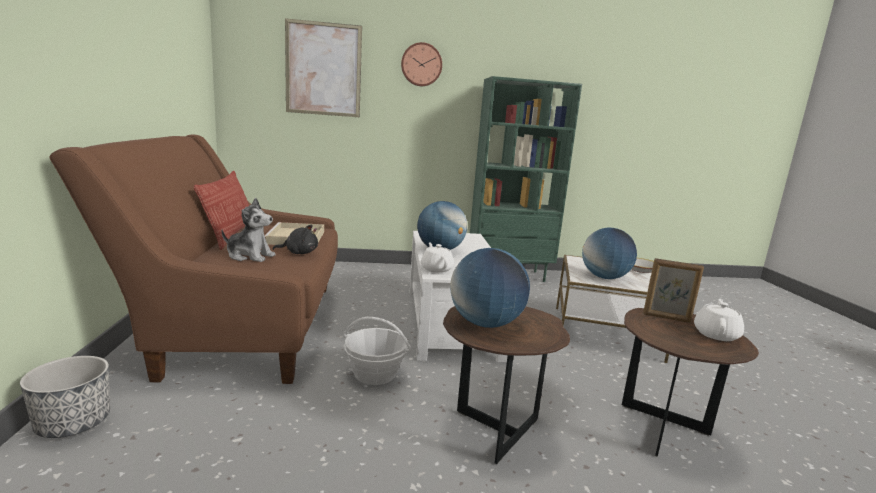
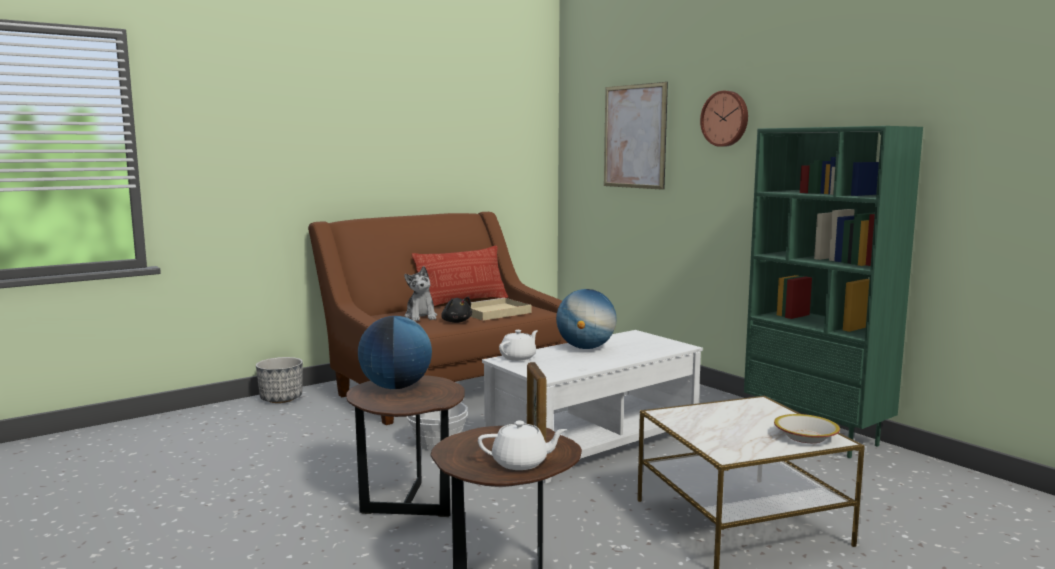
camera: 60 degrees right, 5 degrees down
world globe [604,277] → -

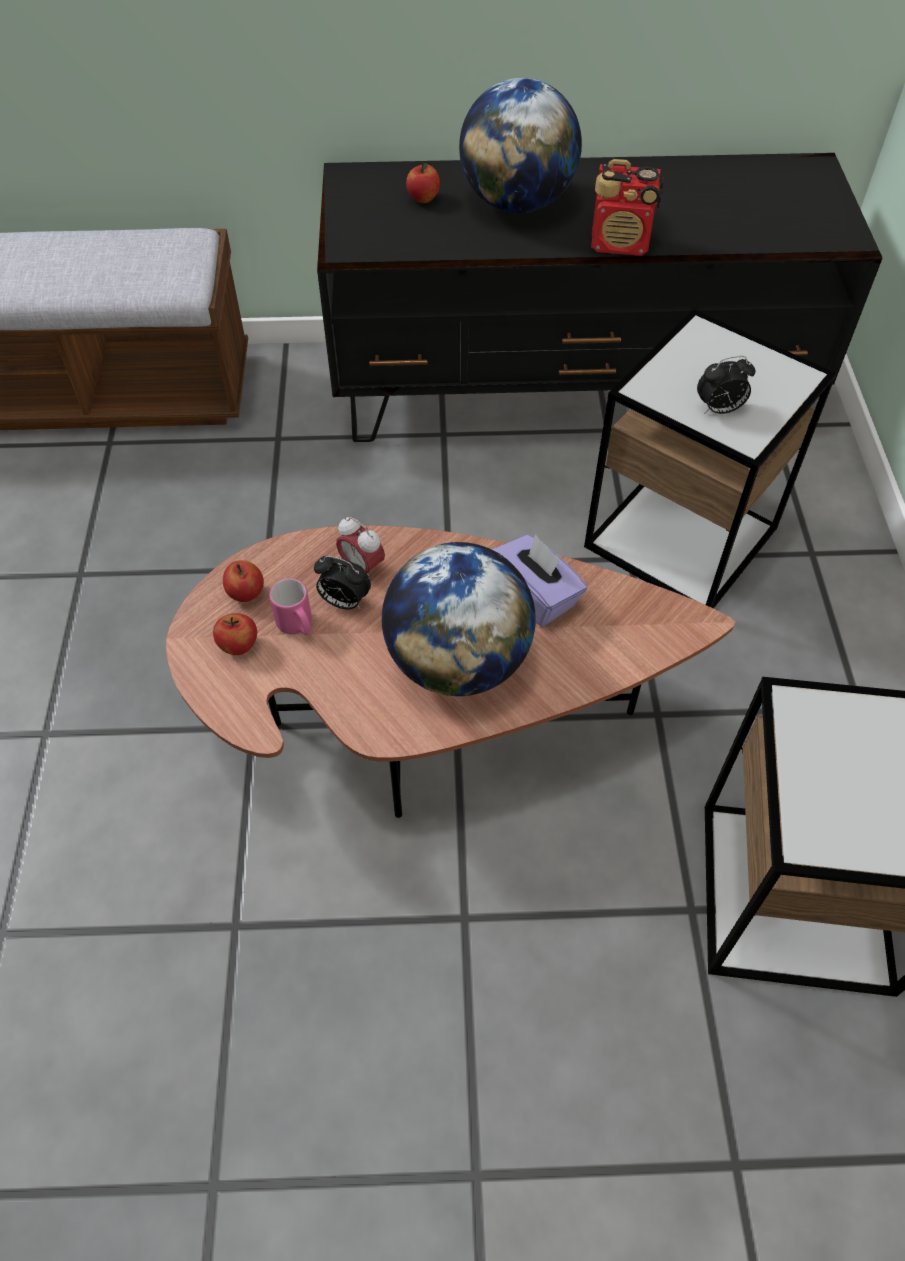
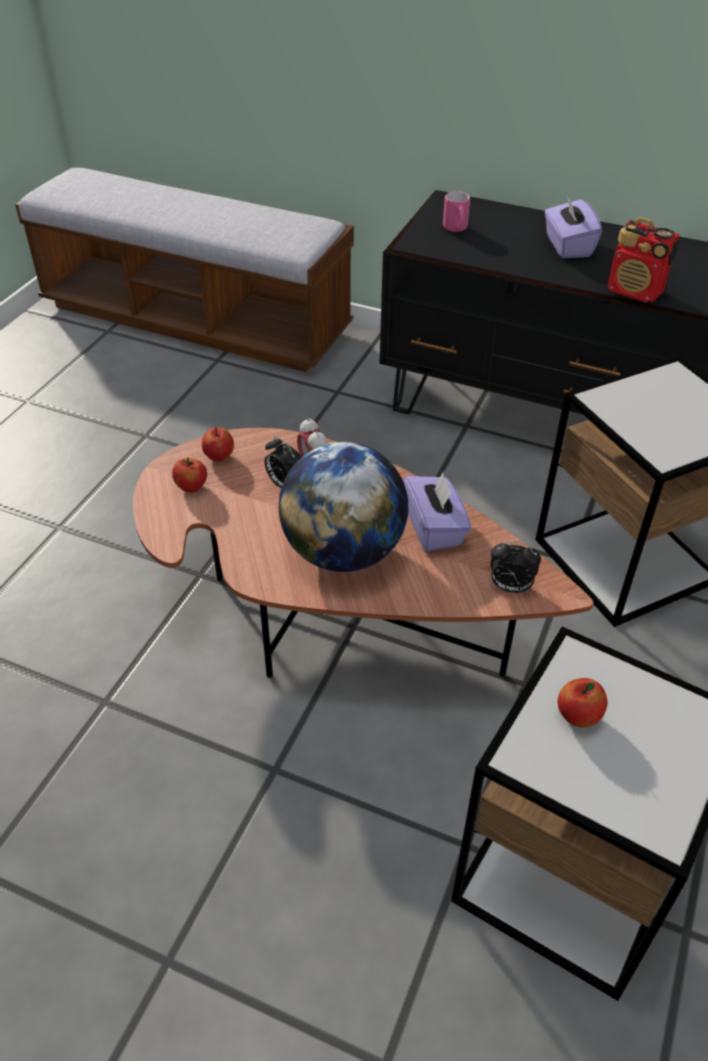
camera: 25 degrees right, 10 degrees down
world globe [517,203] → tissue box/purplish [567,246]
apple fruit [423,199] → apple fruit [577,716], move
alarm clock [719,409] → alarm clock [510,587], move
coffee mug/pink [297,626] → coffee mug/pink [456,229], move

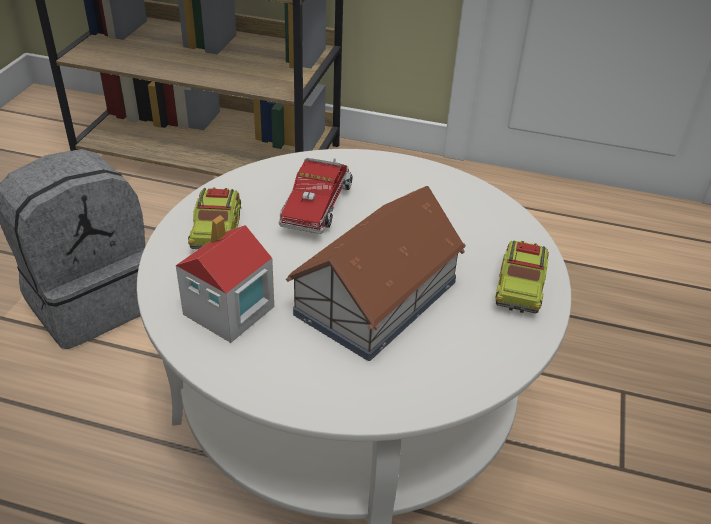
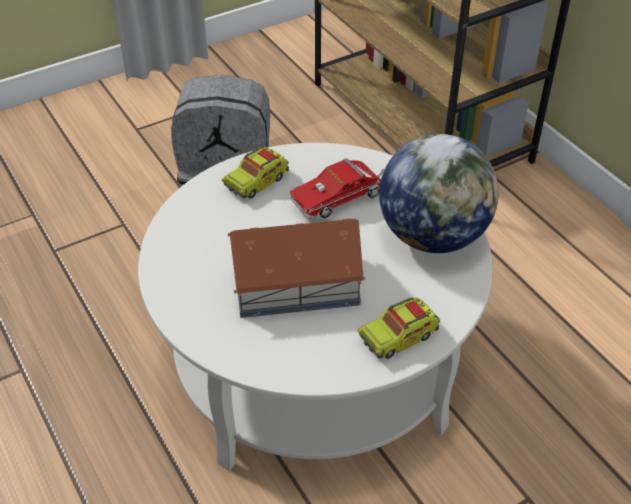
camera: 45 degrees right, 5 degrees up
miniature house [228,311] → -
- → world globe [433,236]

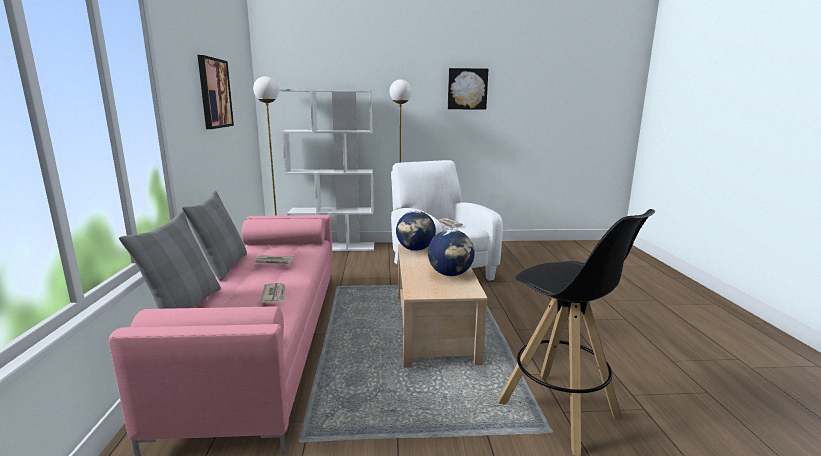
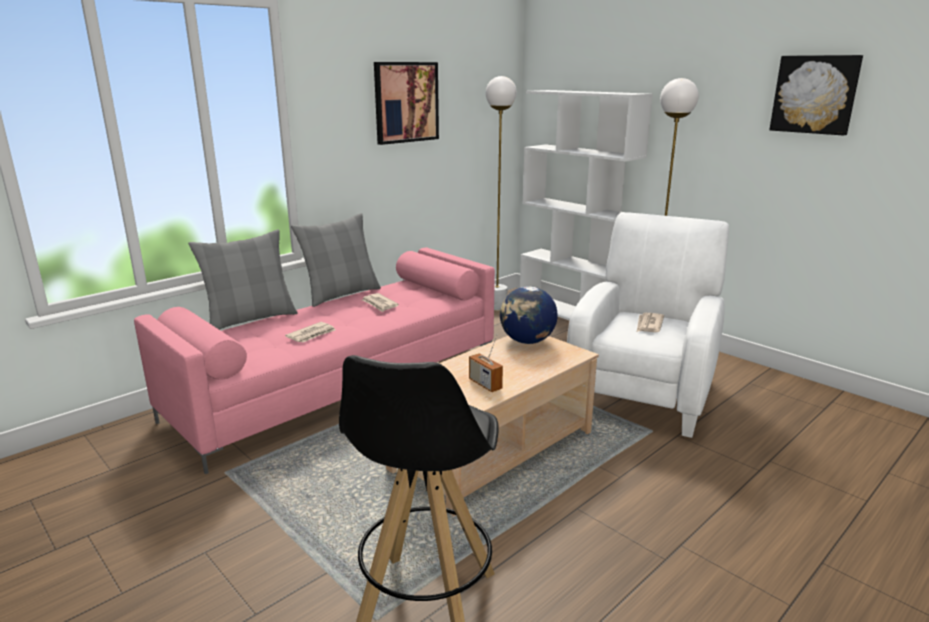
camera: 50 degrees right, 5 degrees up
world globe [450,274] → radio [485,384]

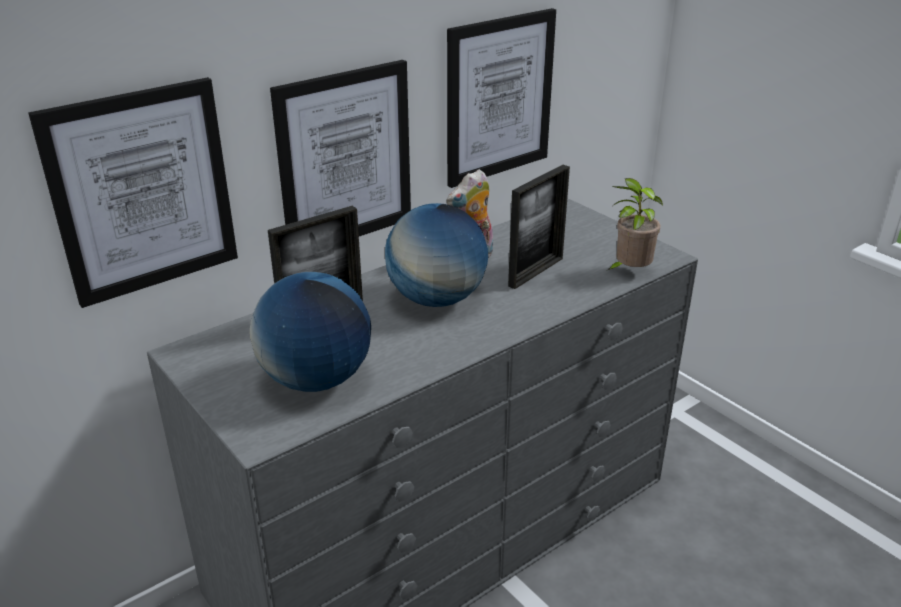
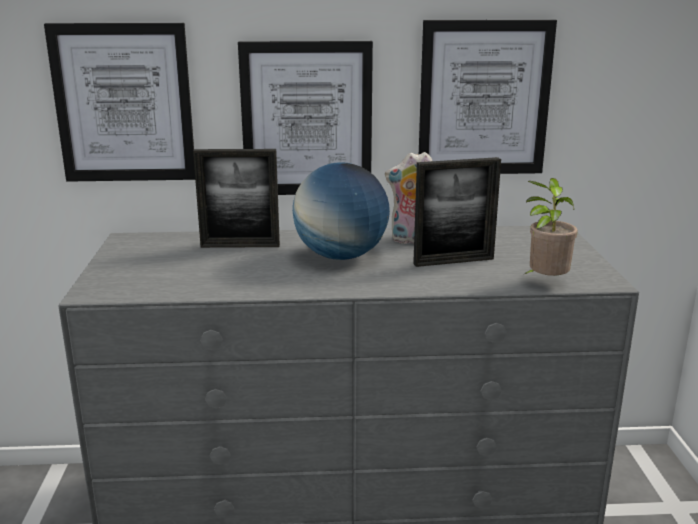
camera: 35 degrees right, 10 degrees down
world globe [316,380] → -

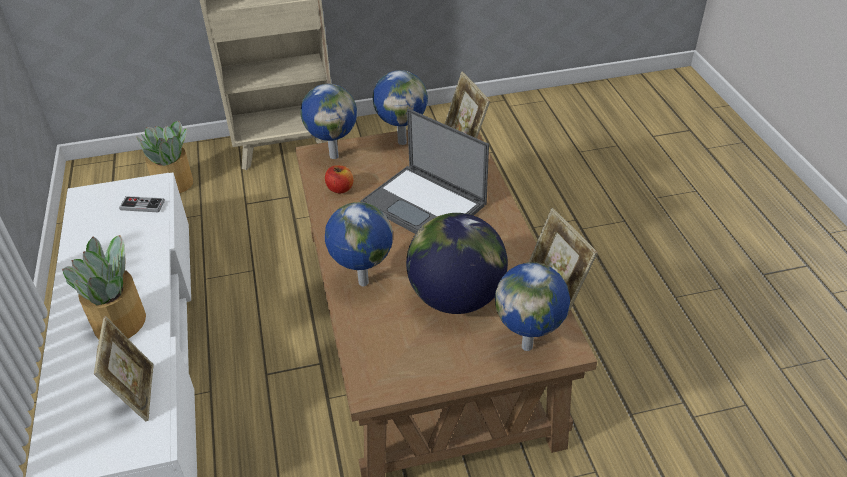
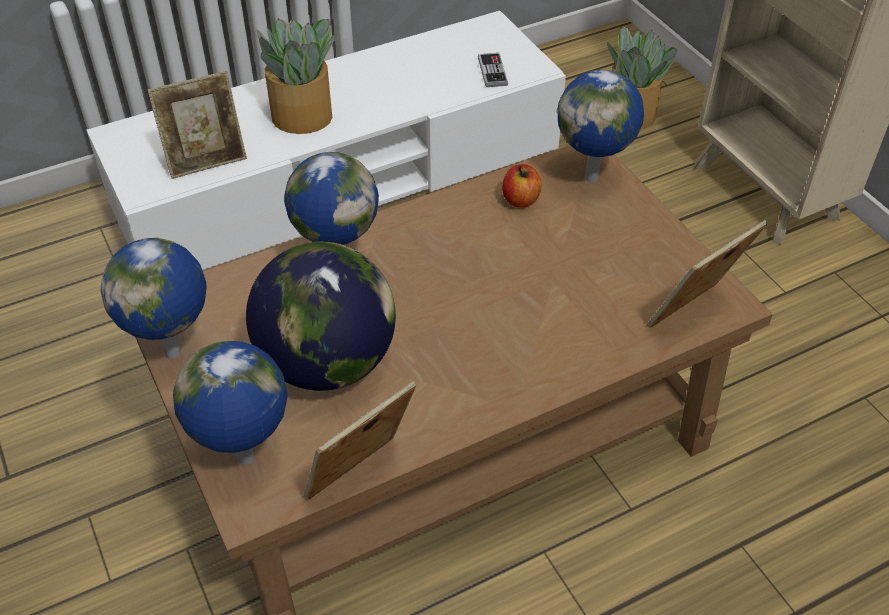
camera: 75 degrees right, 5 degrees up
world globe [402,141] → world globe [175,352], move
notebook computer [425,204] → -

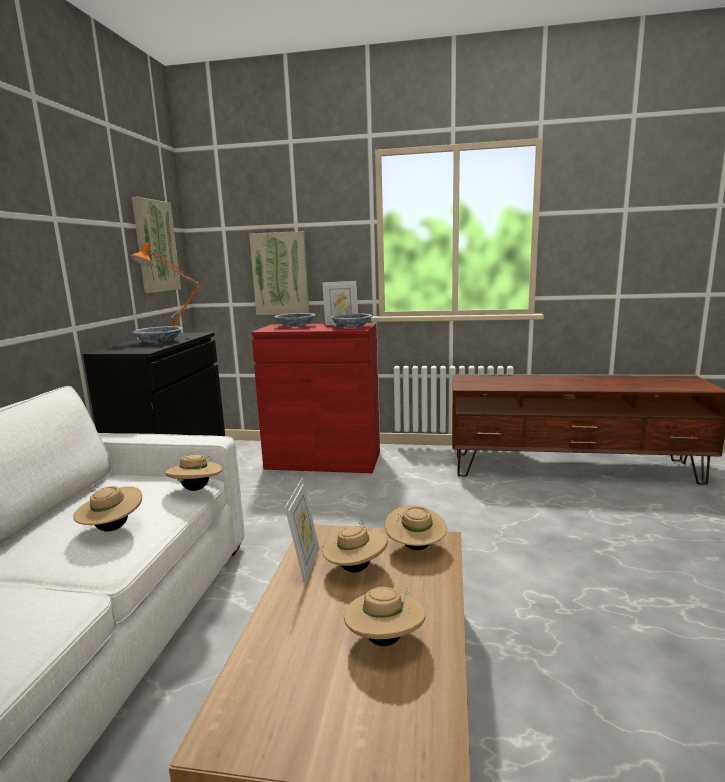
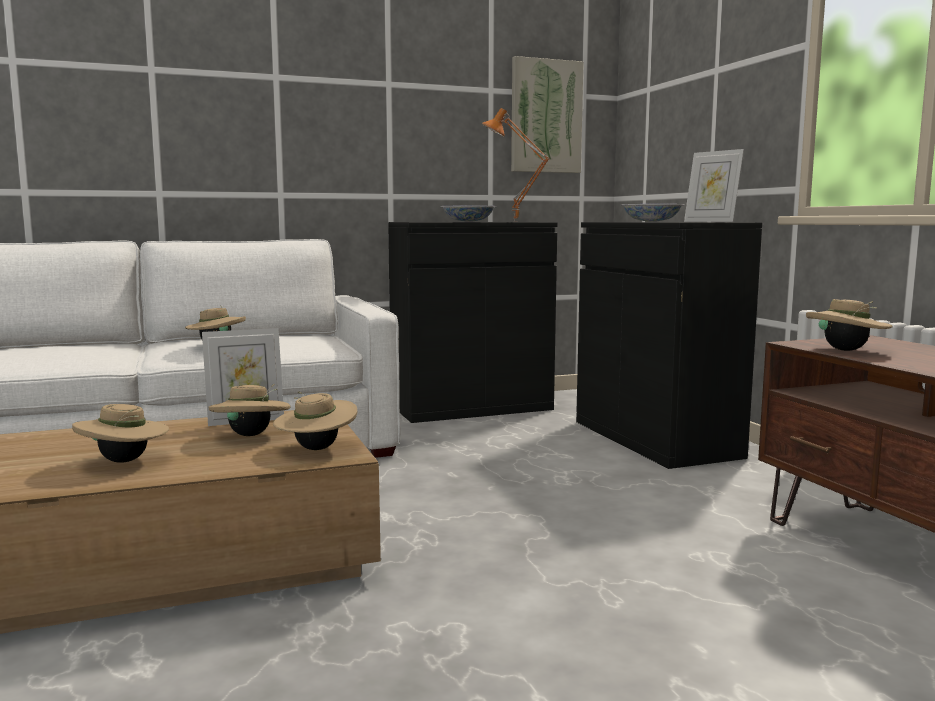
camera: 60 degrees right, 5 degrees down
wall picture [280,274] → -
bowl [351,327] → -
cupboard/red-coloured [323,460] → cupboard/blackish [654,439]
wearable hat/beige-coloured [197,489] → wearable hat/beige-coloured [846,350], move

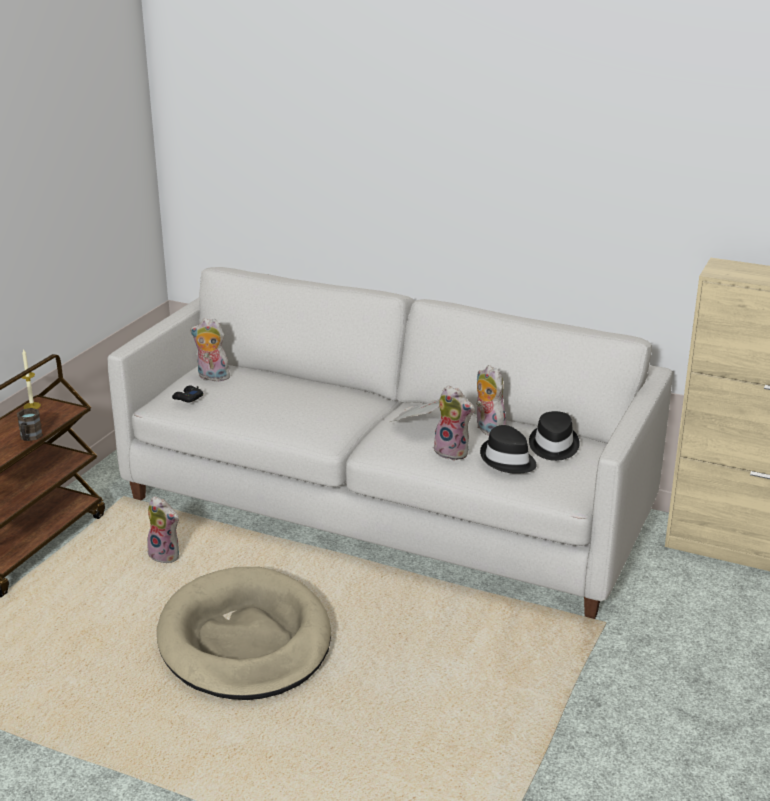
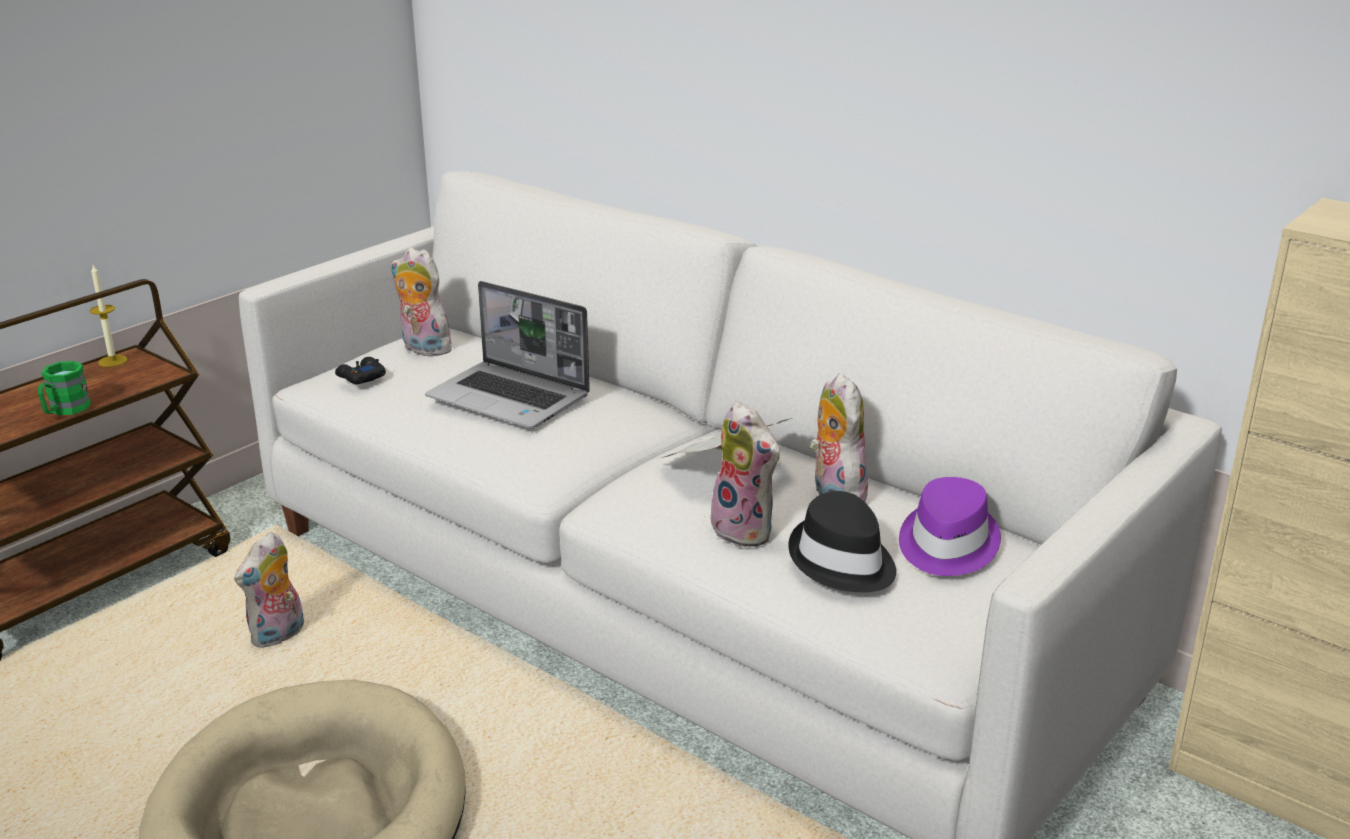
camera: 15 degrees right, 0 degrees up
coffee mug/brown-coloured [30,438] → coffee mug/green-coloured [65,410]
wearable hat/blackish [553,445] → wearable hat/purplish [946,544]
cuddly toy [166,555] → cuddly toy [279,637], 75 degrees clockwise
- → notebook computer [511,398]

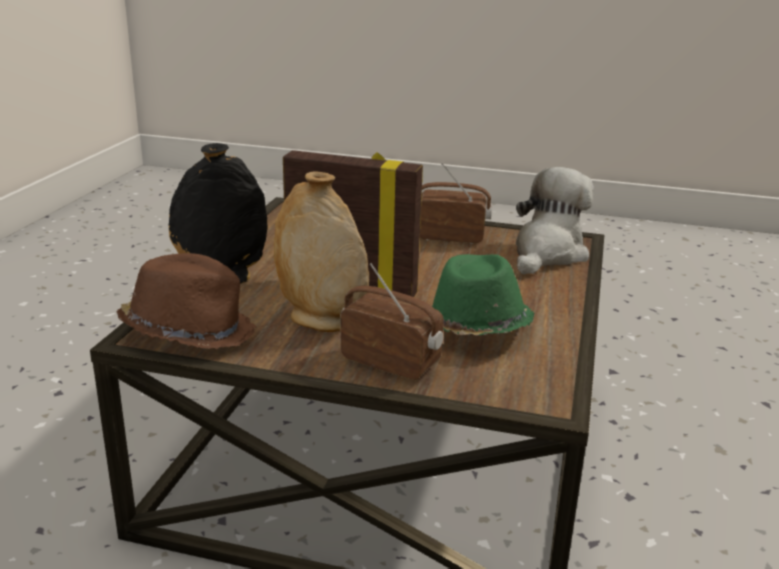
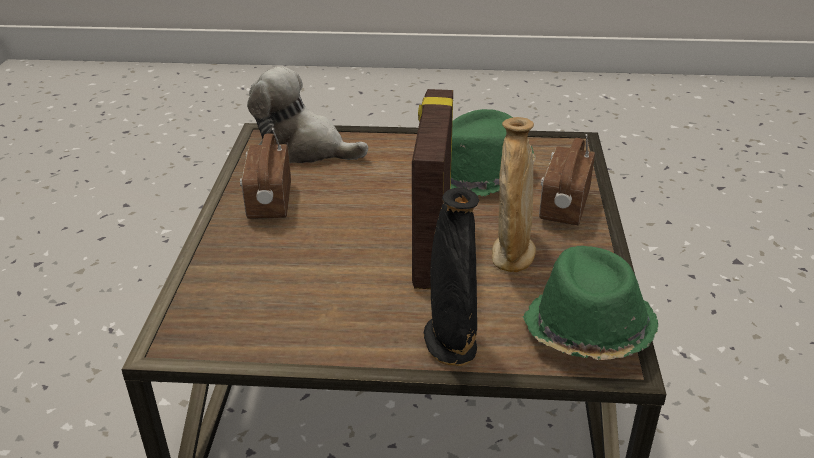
camera: 100 degrees left, 10 degrees up
wearable hat/brown-coloured [189,331] → wearable hat/green-coloured [587,330]

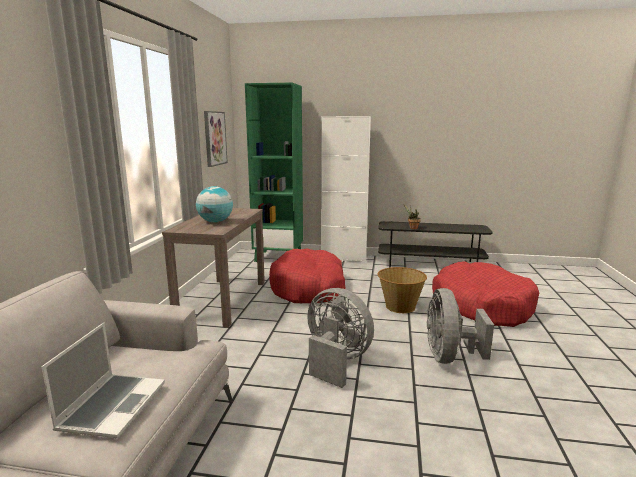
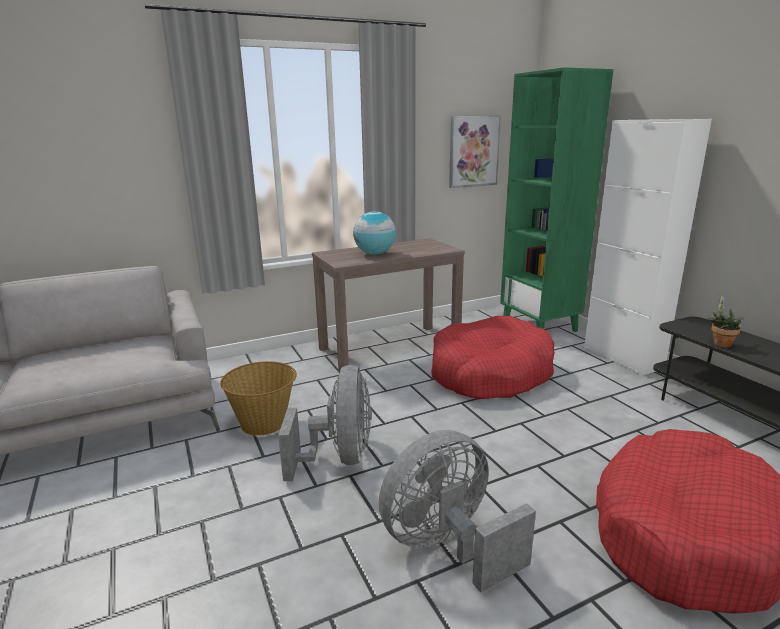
camera: 55 degrees right, 5 degrees up
basket [400,306] → basket [264,422], move
notebook computer [113,405] → -

